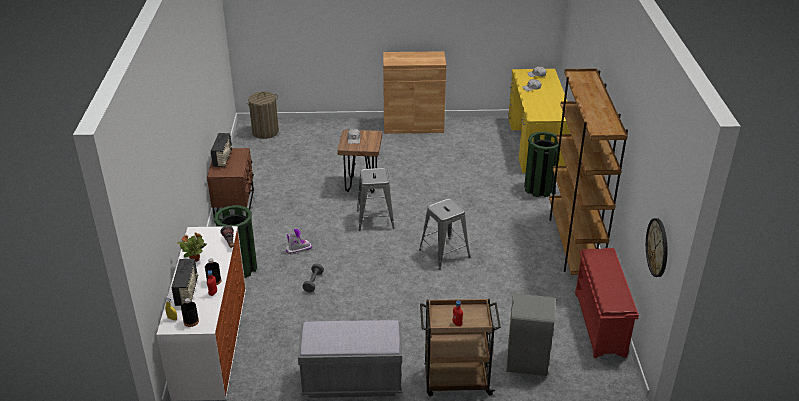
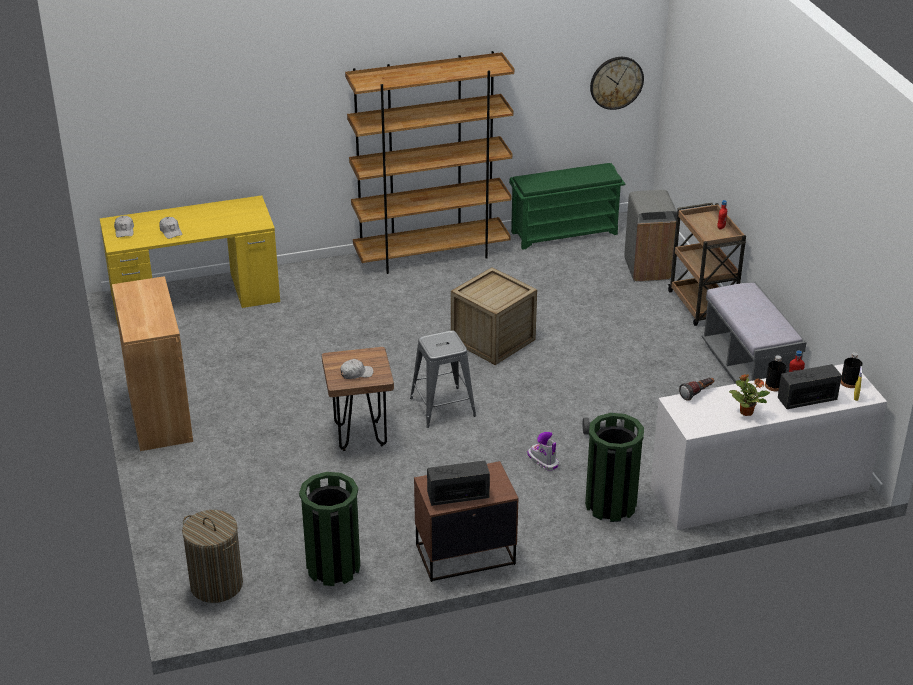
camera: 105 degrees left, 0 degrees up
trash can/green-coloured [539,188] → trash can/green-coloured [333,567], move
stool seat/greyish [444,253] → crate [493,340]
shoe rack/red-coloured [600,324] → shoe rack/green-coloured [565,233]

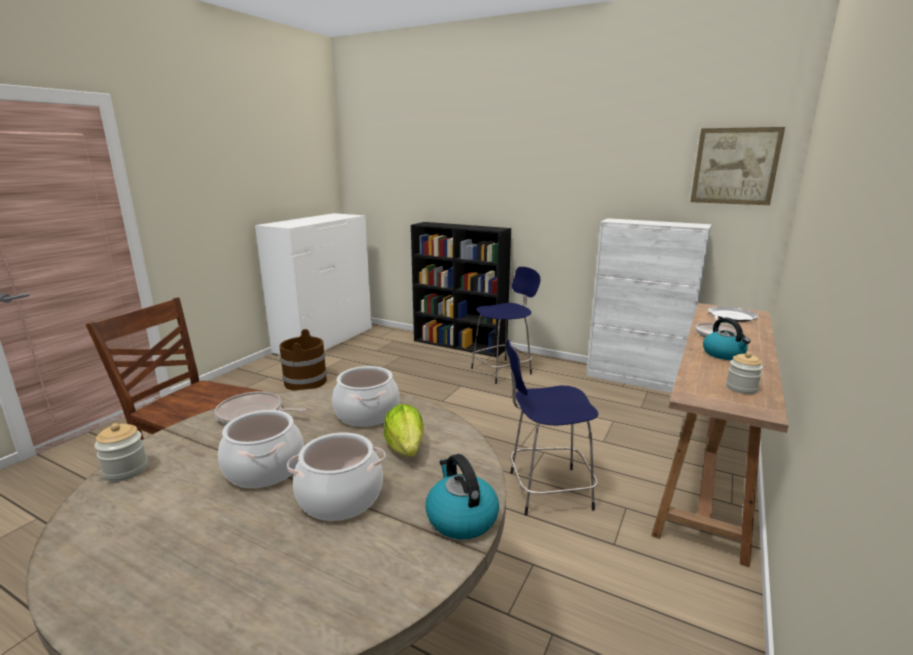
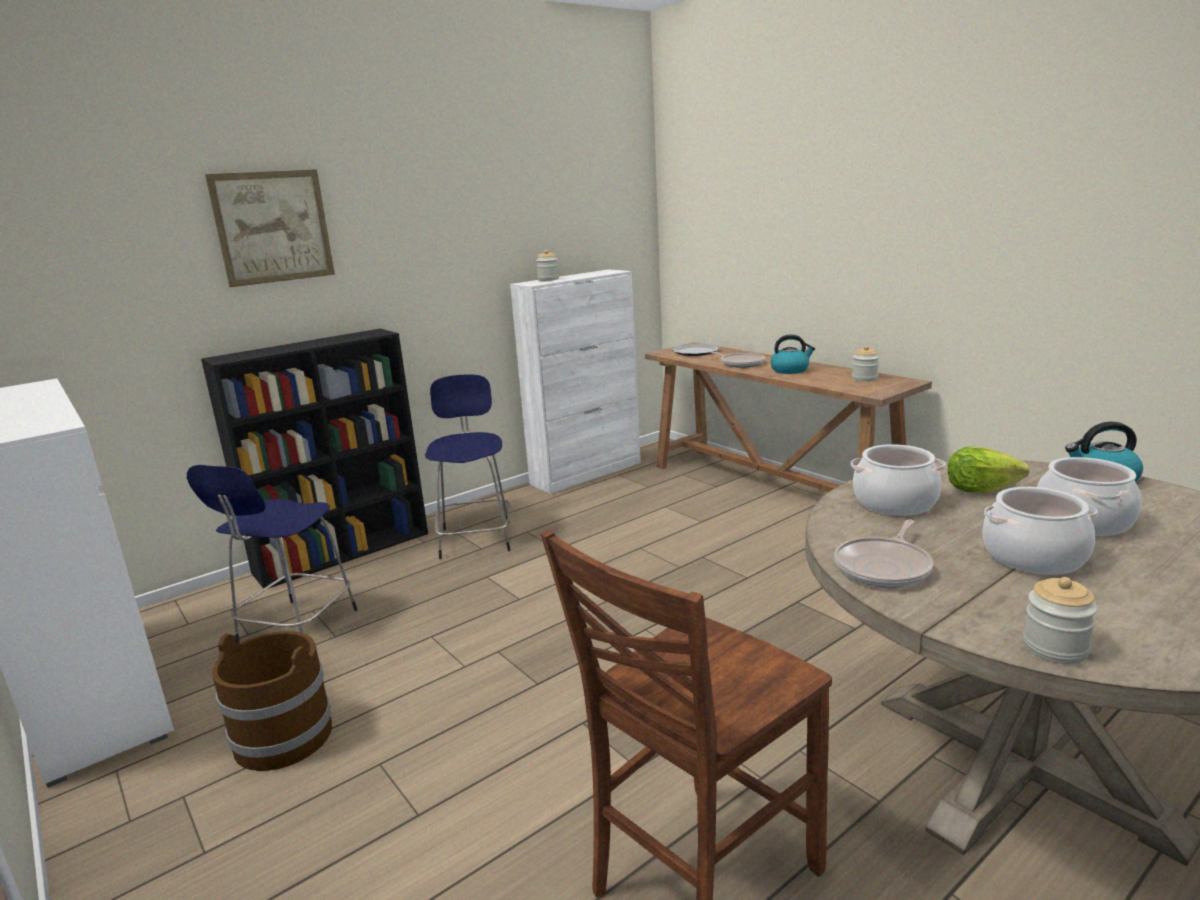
camera: 65 degrees left, 0 degrees up
wall picture [735,166] → wall picture [273,227], move
stool seat/blue-coloured [546,490] → stool seat/blue-coloured [295,629], move
- → preserve jar [548,279]

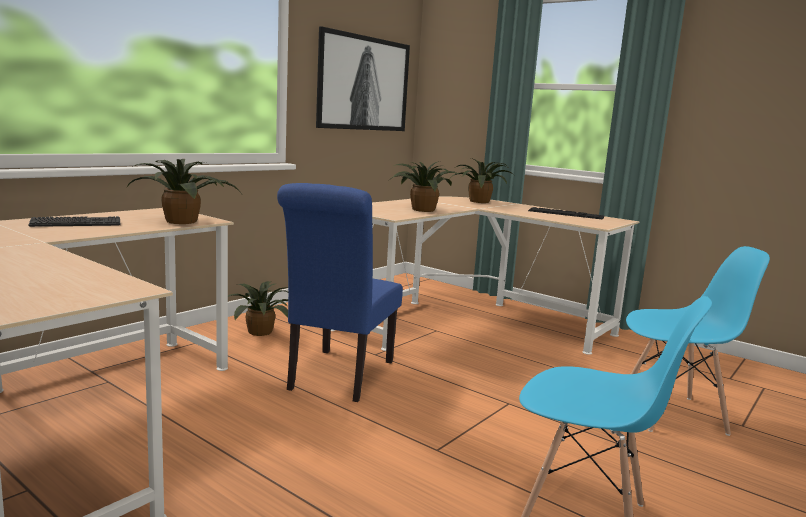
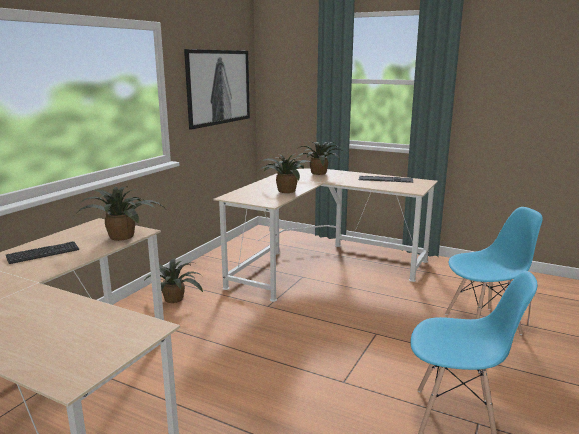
camera: 10 degrees left, 5 degrees up
plain chair/blue-coloured [338,377] → -

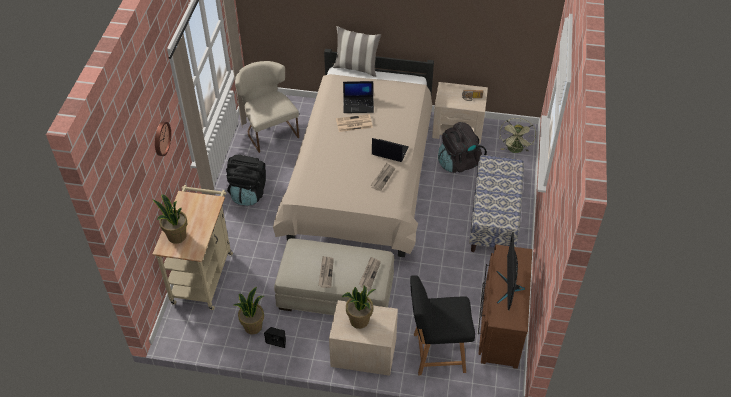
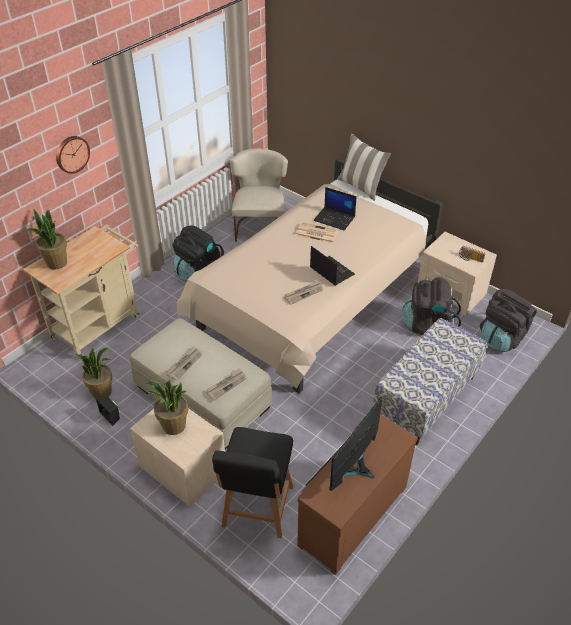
camera: 30 degrees right, 5 degrees down
cooling fan/green-coloured [515,150] → backpack/blackish [501,338]
plain chair/blackish [436,353] → plain chair/blackish [257,509], 105 degrees counterclockwise

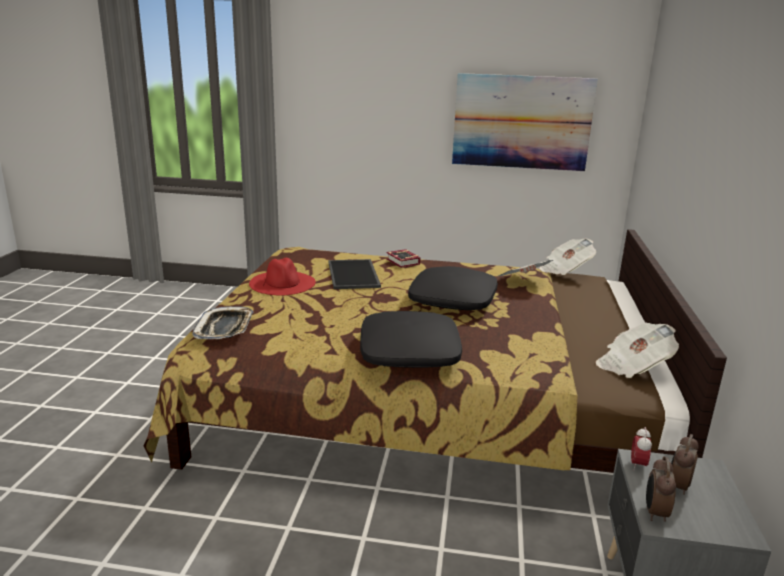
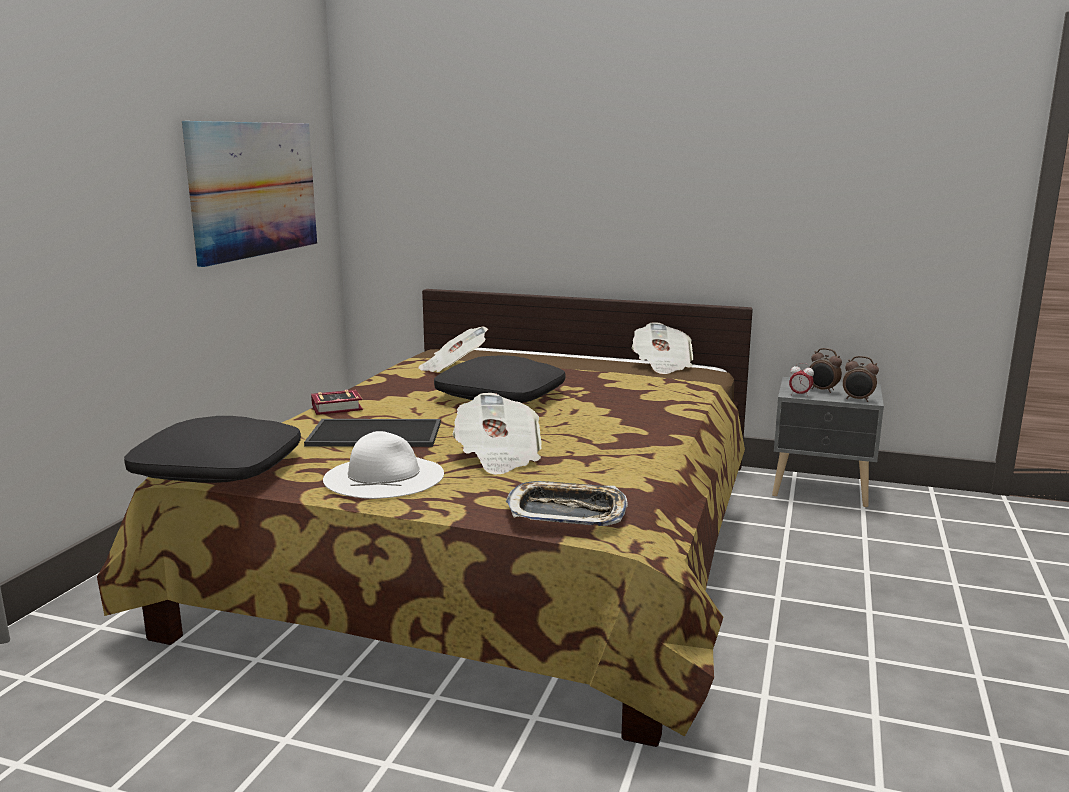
camera: 80 degrees left, 5 degrees down
newspaper [565,270] → newspaper [498,457], move
wearable hat/red-coloured [282,283] → wearable hat/white-coloured [384,476]
pillow/blackish [410,352] → pillow/blackish [219,468], move

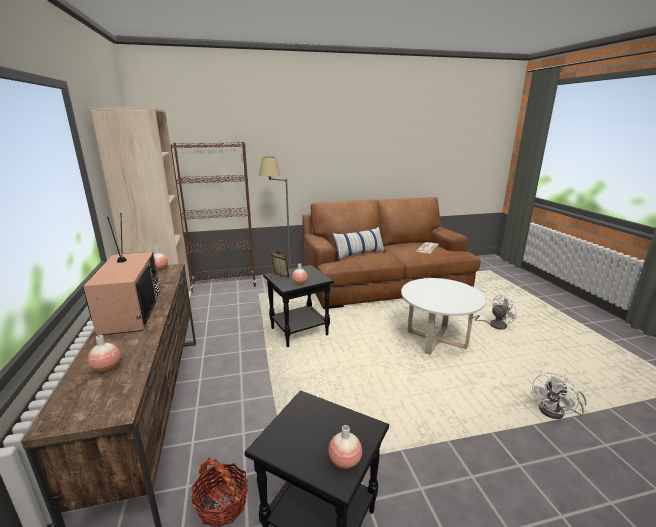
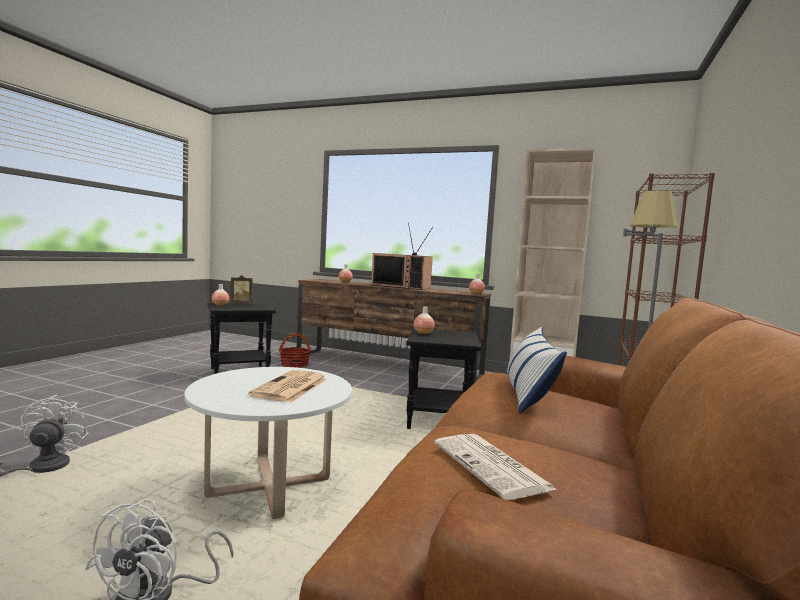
camera: 125 degrees right, 15 degrees down
photo frame [278,277] → photo frame [241,303], move
- → newspaper [291,387]

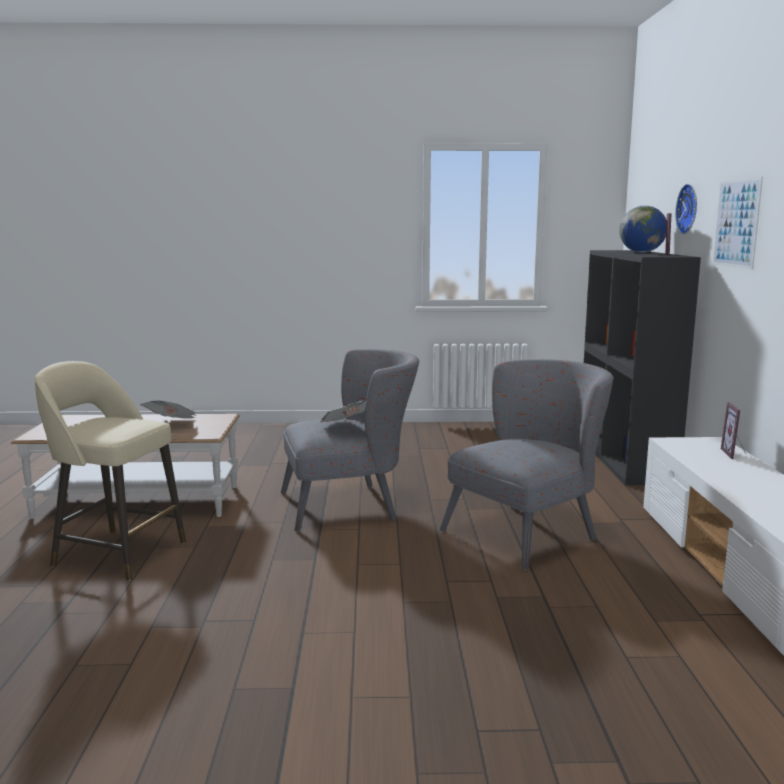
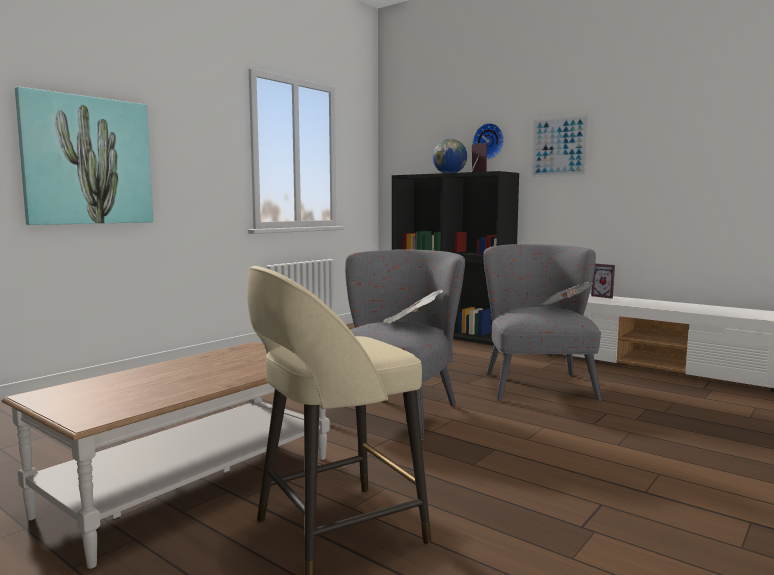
camera: 50 degrees left, 5 degrees down
newspaper [172,424] → newspaper [565,307], move
- → wall picture [88,161]

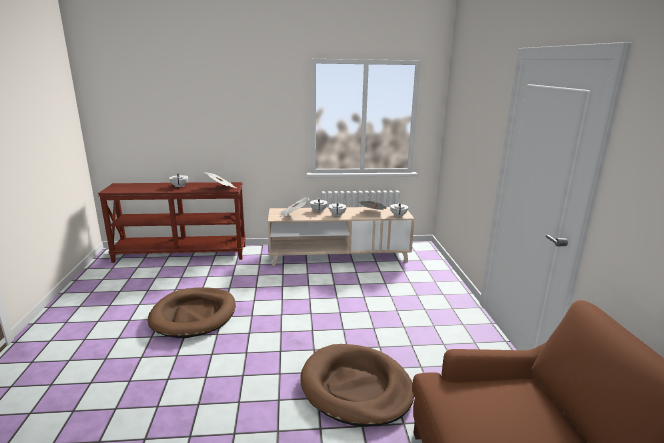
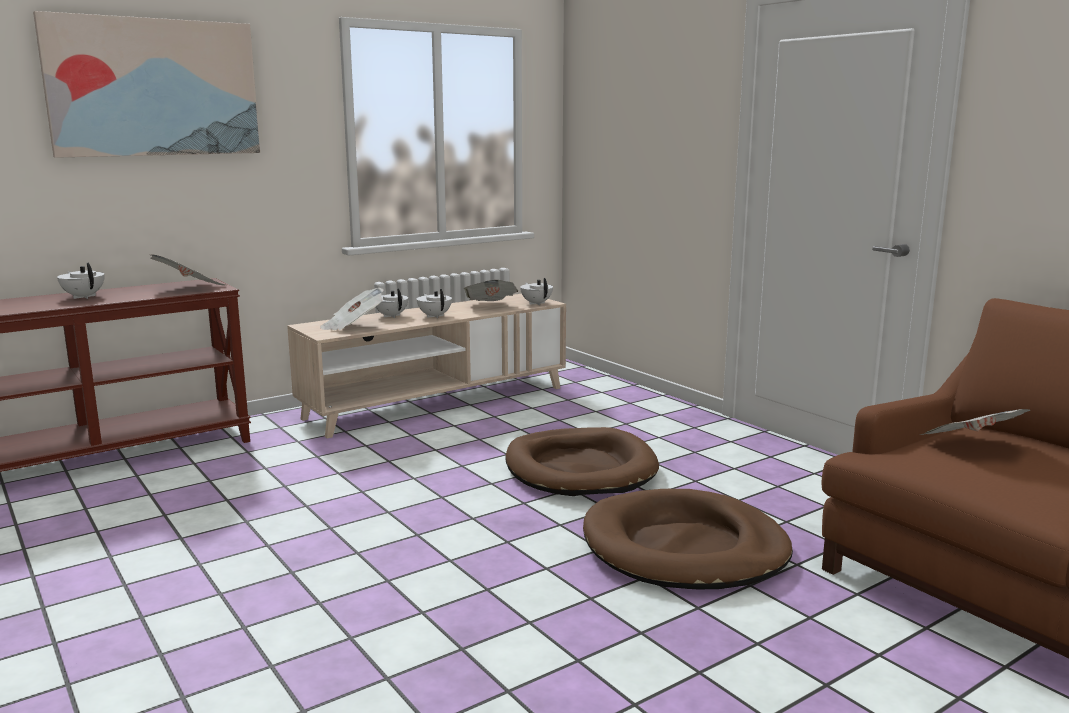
camera: 30 degrees left, 5 degrees down
dog bed/brown-coloured [194,315] → dog bed/brown-coloured [580,468], move
- → wall picture [154,88]
- → newspaper [969,446]

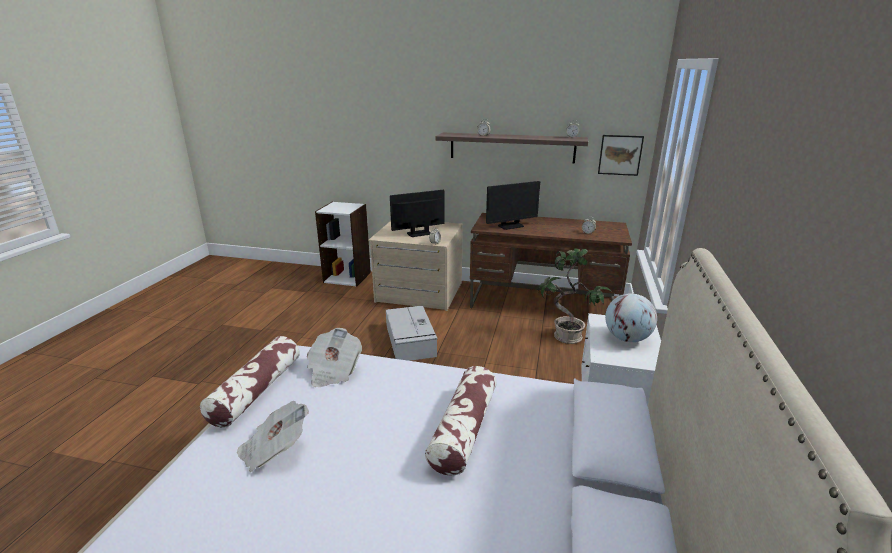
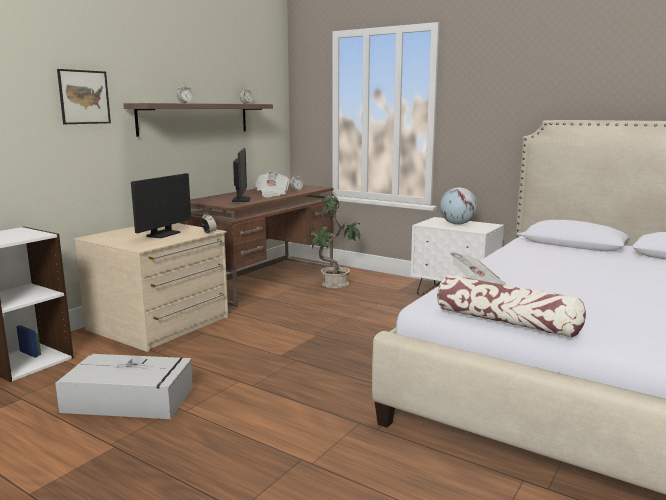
camera: 70 degrees left, 10 degrees down
wall picture [620,155] → wall picture [84,97], move
computer screen [419,233] → computer screen [163,234], 150 degrees counterclockwise
storage bin/greyish [410,341] → storage bin/greyish [130,400], move
pillow [464,429] → -
newspaper [274,449] → newspaper [272,194], move

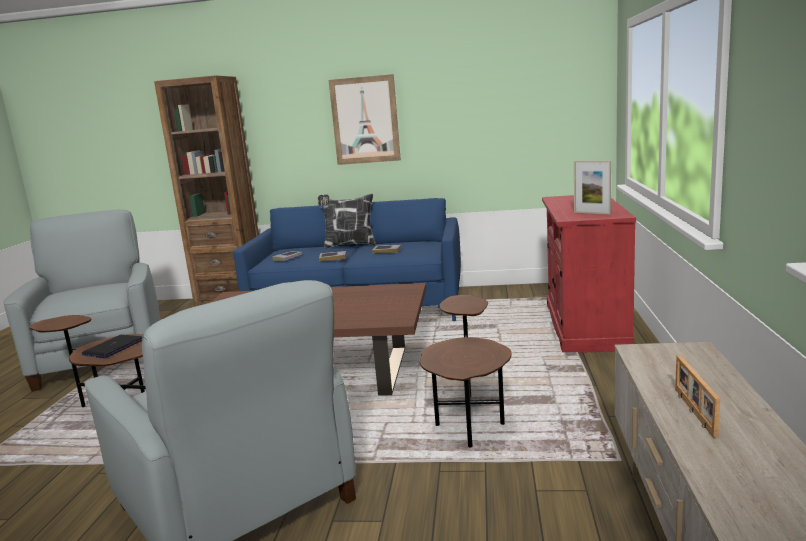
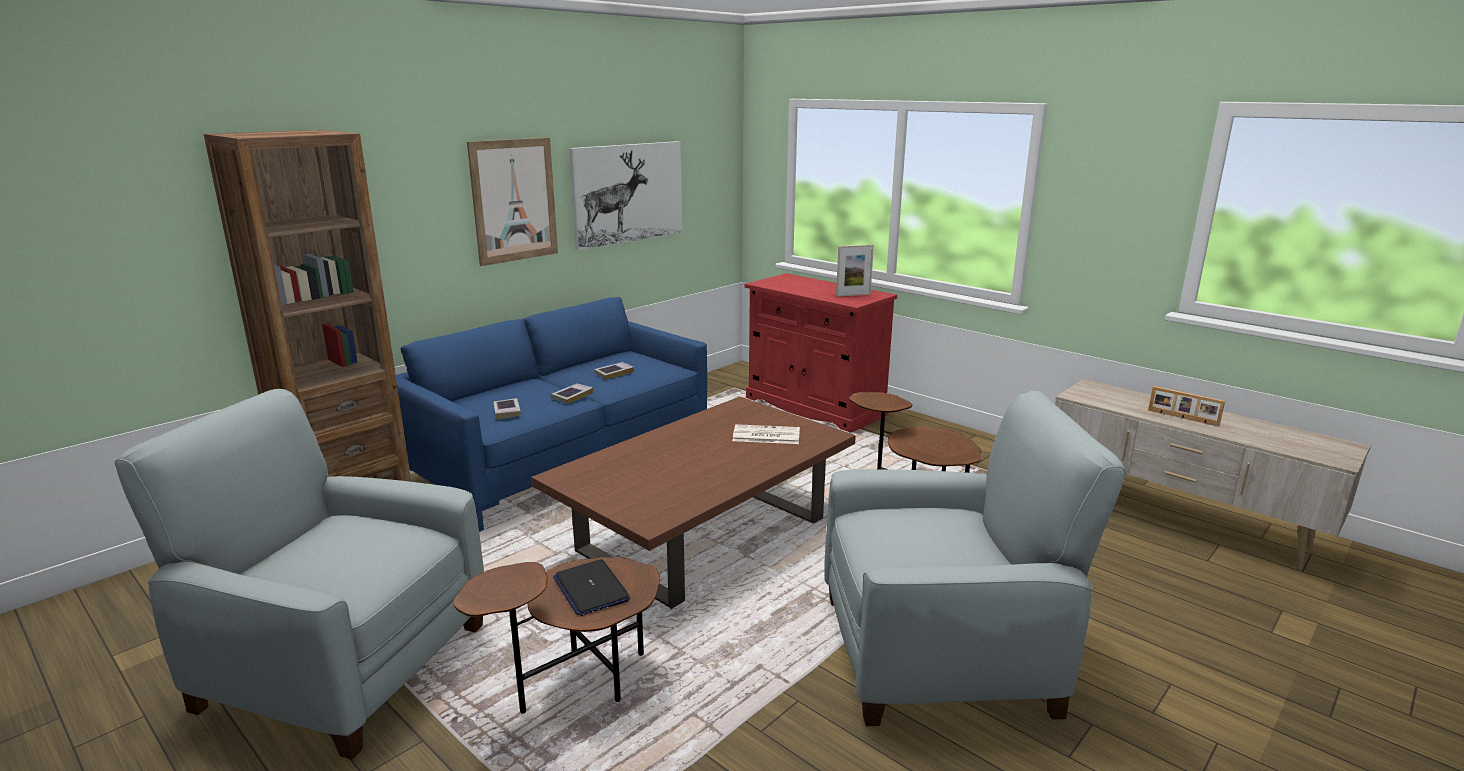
camera: 55 degrees left, 5 degrees up
pillow [349,245] → -
- → wall picture [628,193]
- → newspaper [765,435]

